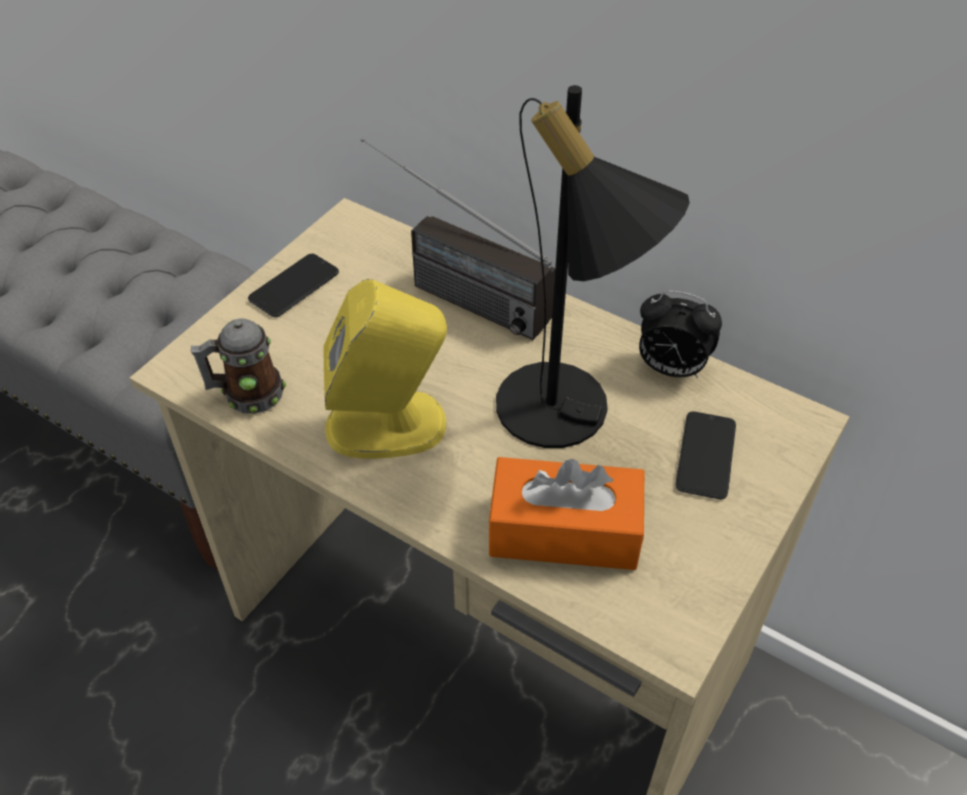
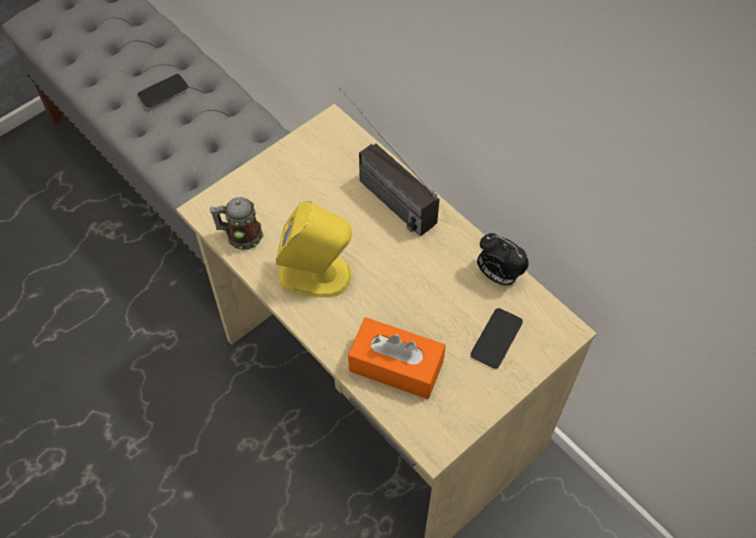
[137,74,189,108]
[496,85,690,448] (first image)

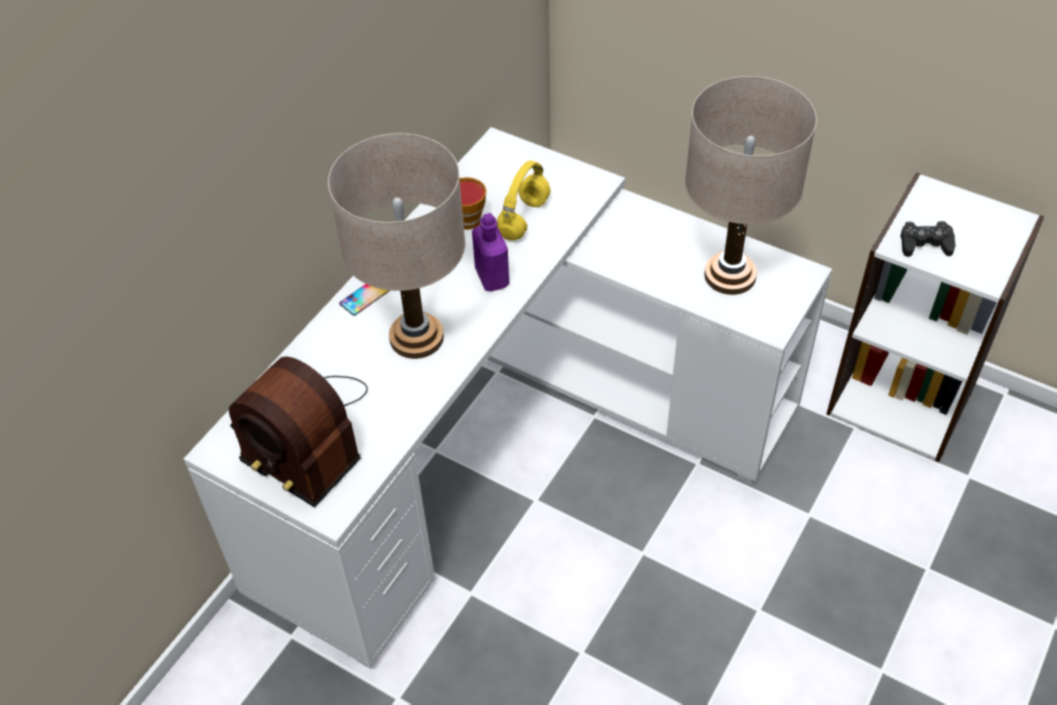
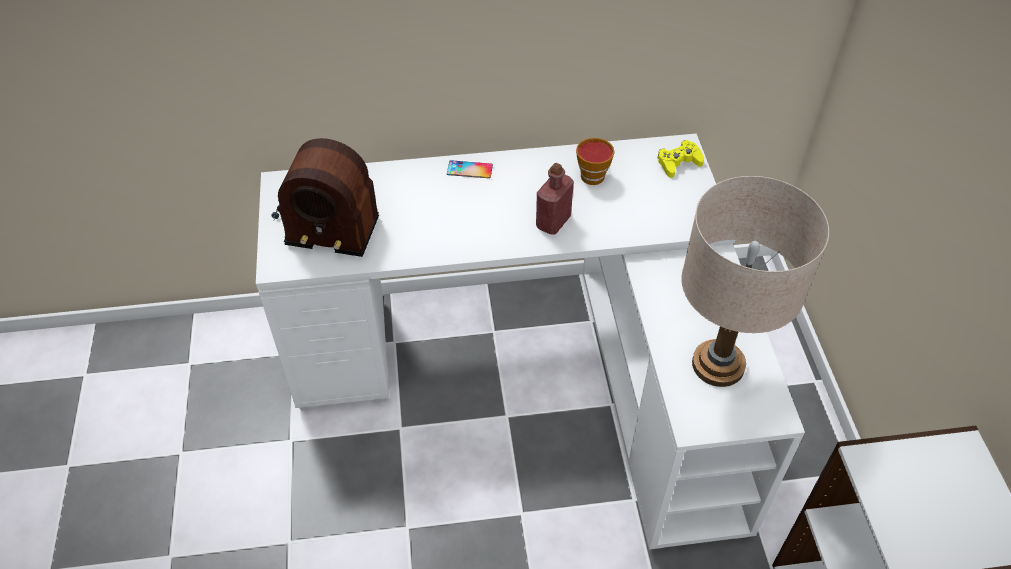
[271,138,379,257]
[536,163,574,234]
[657,140,704,178]
[328,133,465,359] (first image)
[497,160,550,241] (first image)
[901,221,956,257] (first image)

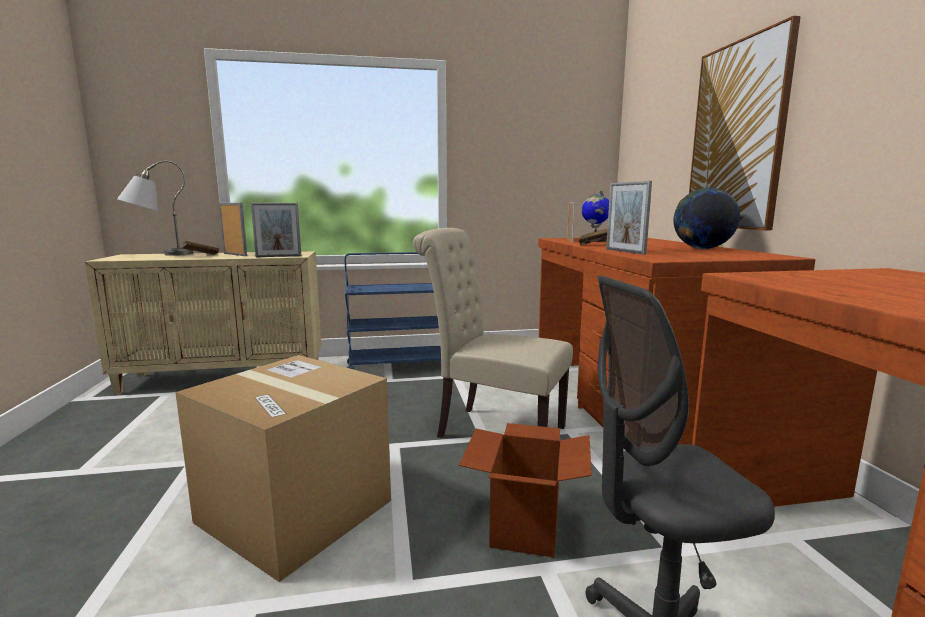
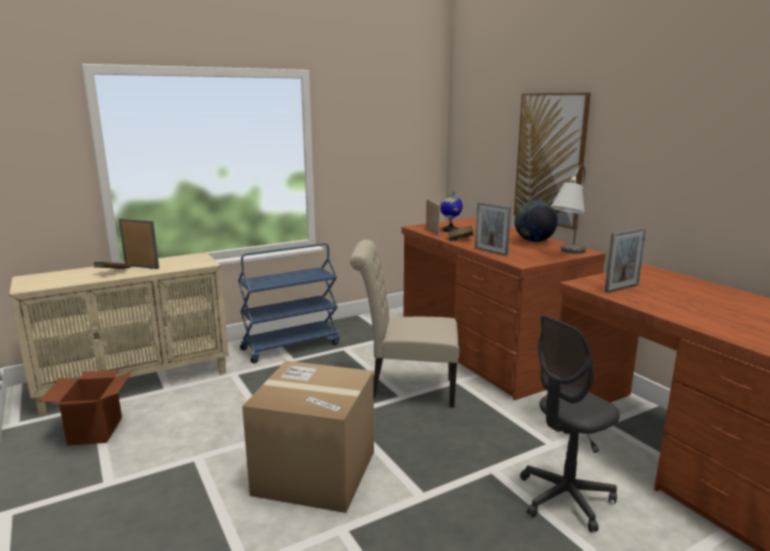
[38,370,132,446]
[551,165,586,254]
[605,227,646,293]

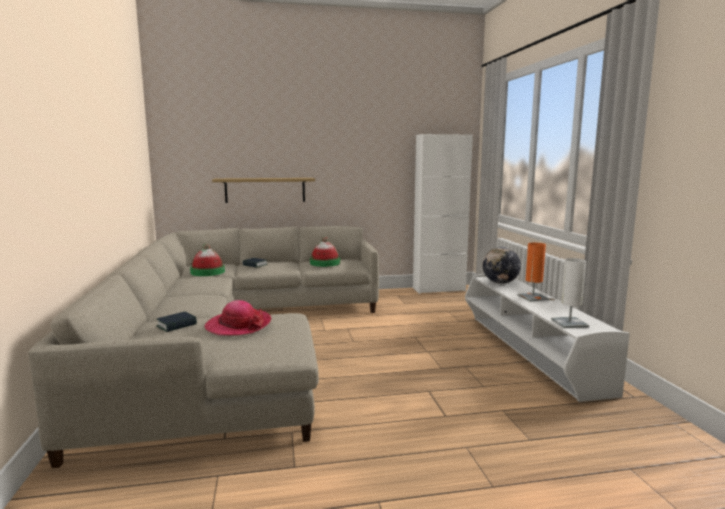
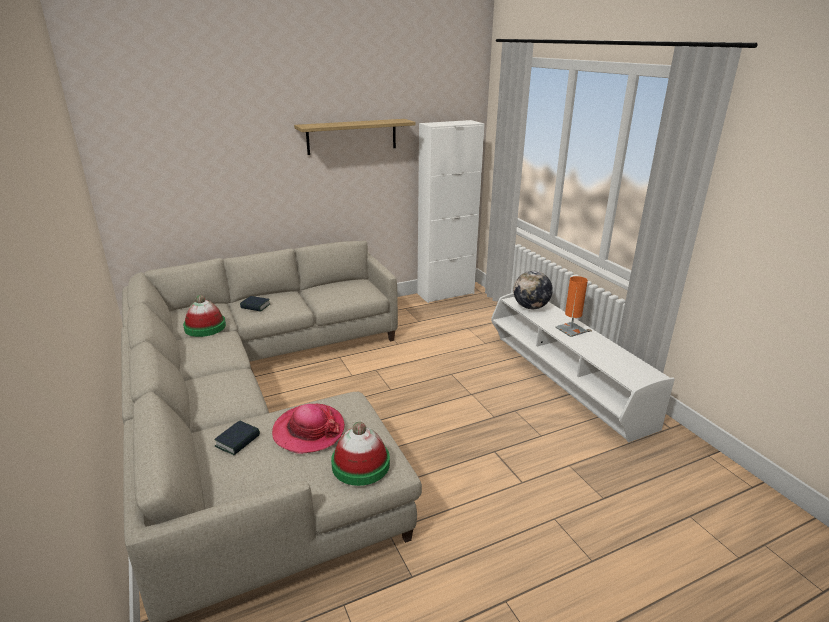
[294,119,416,155]
[331,422,390,486]
[551,258,589,328] (first image)

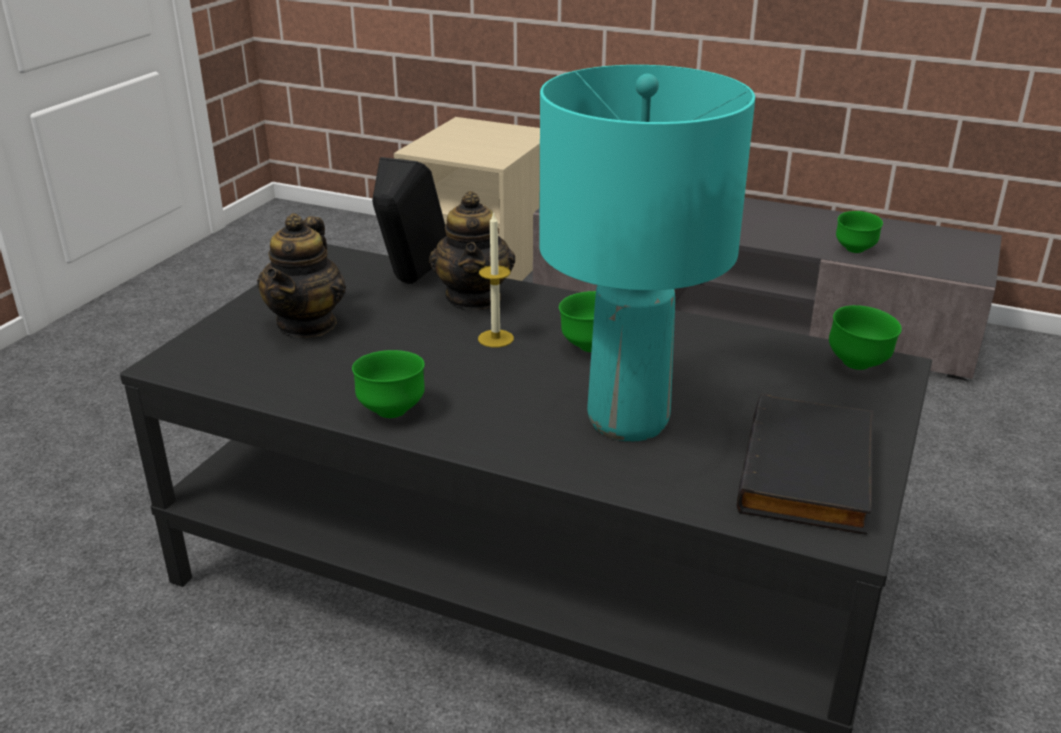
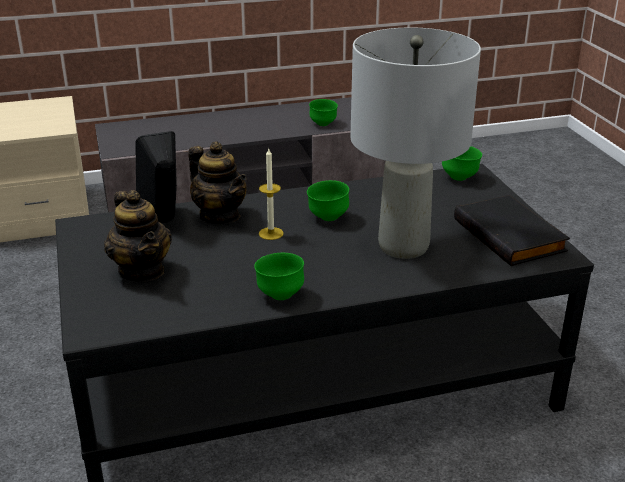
[350,27,481,259]

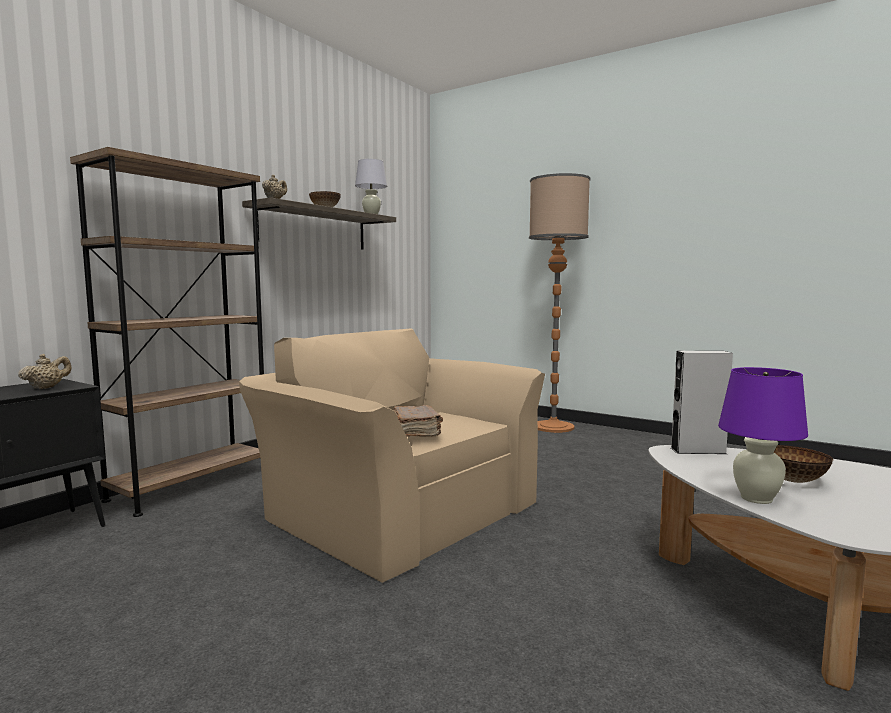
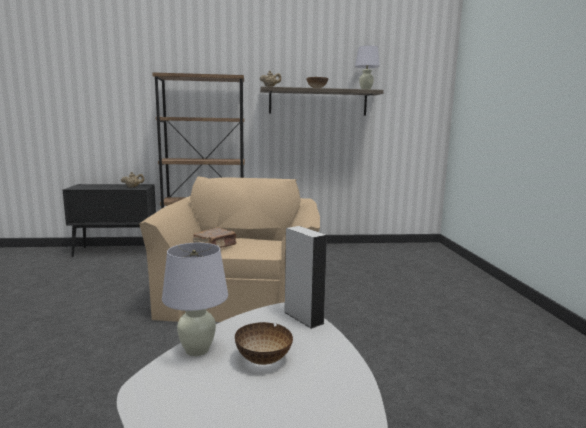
[162,243,228,356]
[529,173,591,433] (first image)

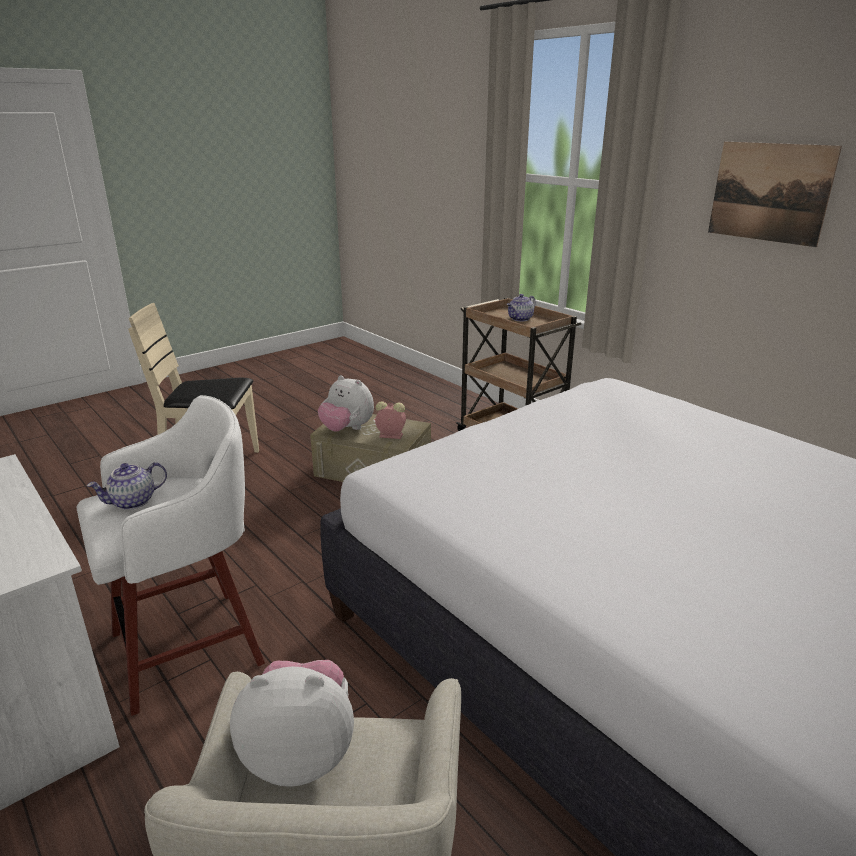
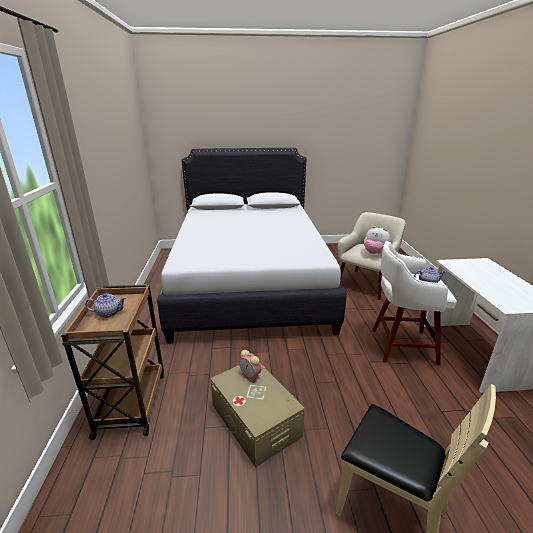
[318,375,374,432] (first image)
[708,142,842,247] (first image)

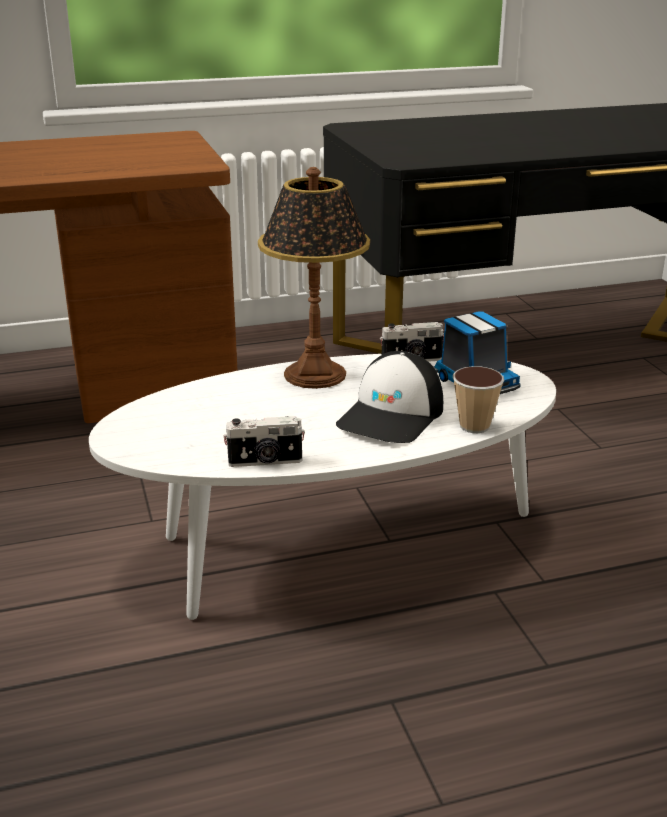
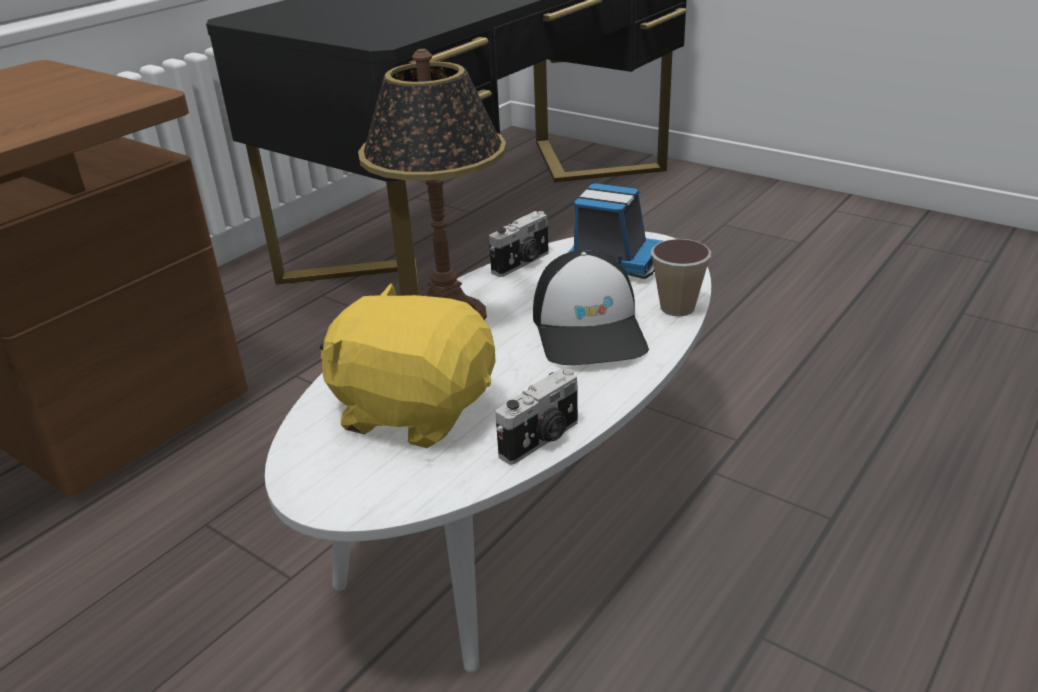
[320,283,496,448]

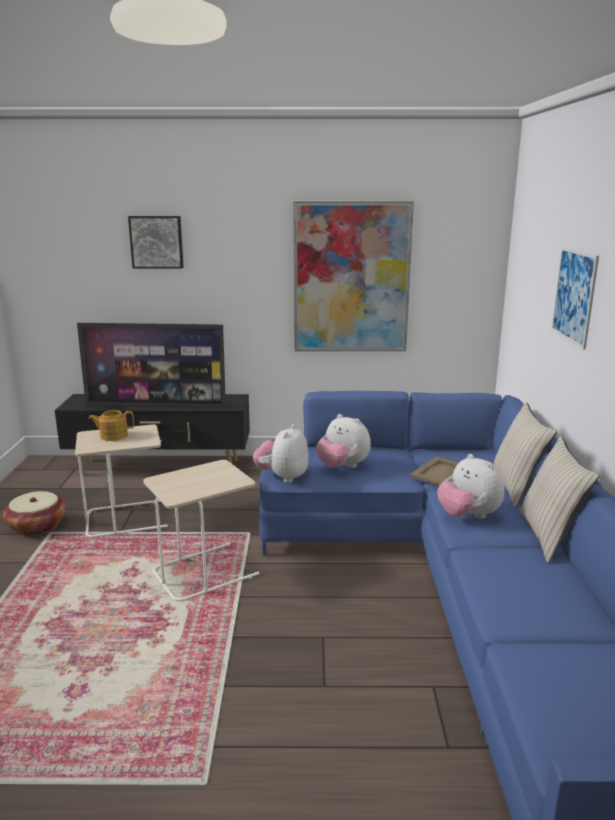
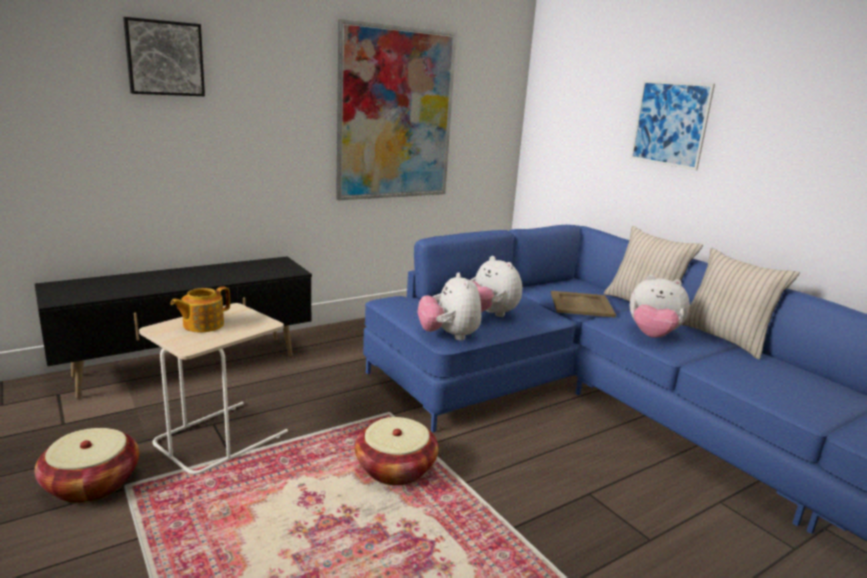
[355,417,439,486]
[470,256,522,317]
[77,323,226,408] (first image)

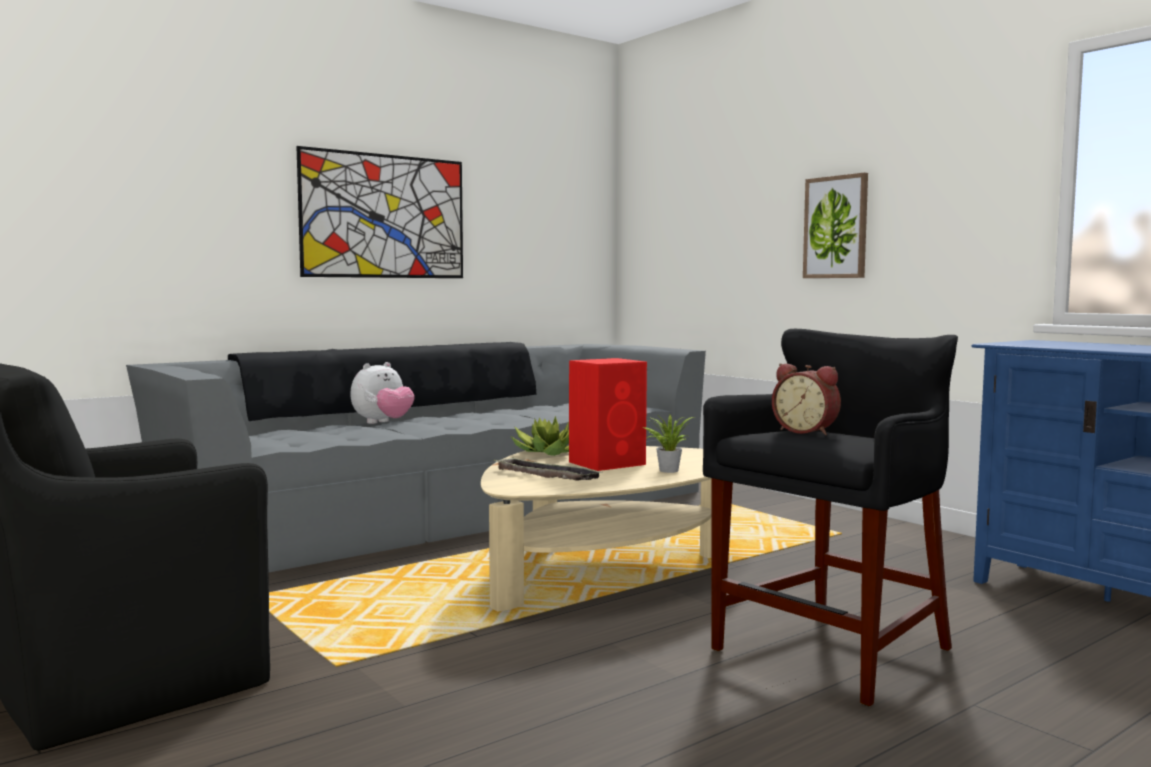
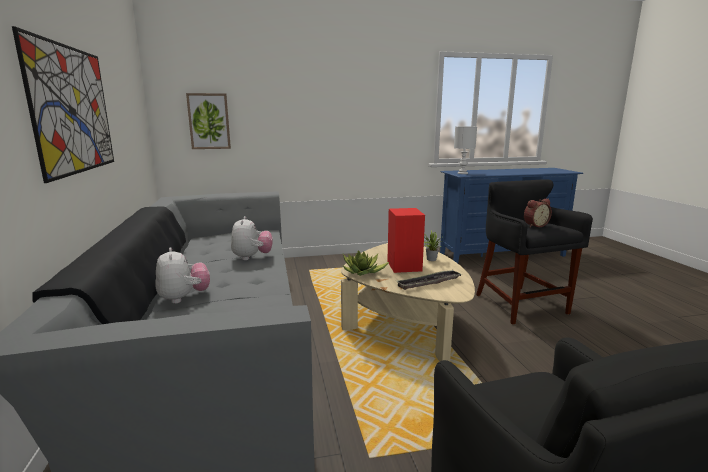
[186,93,231,149]
[231,216,273,260]
[454,126,477,174]

